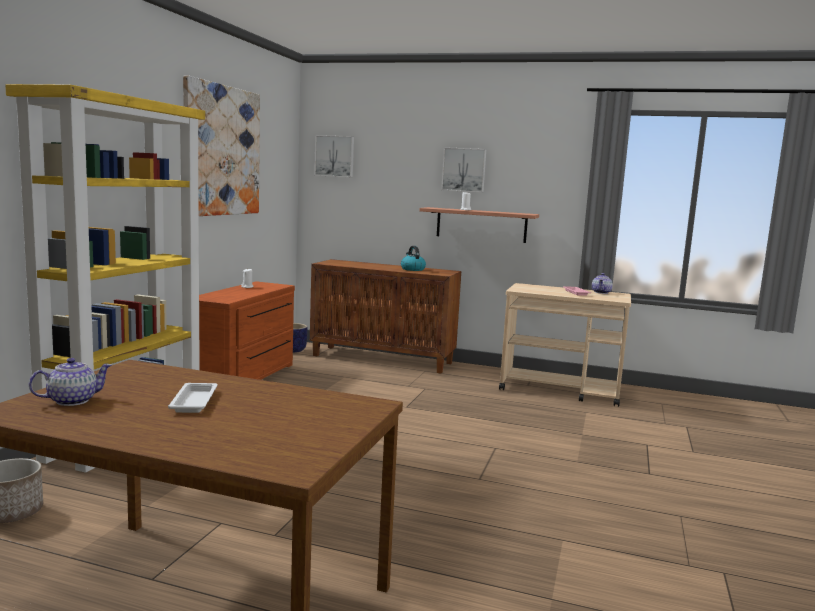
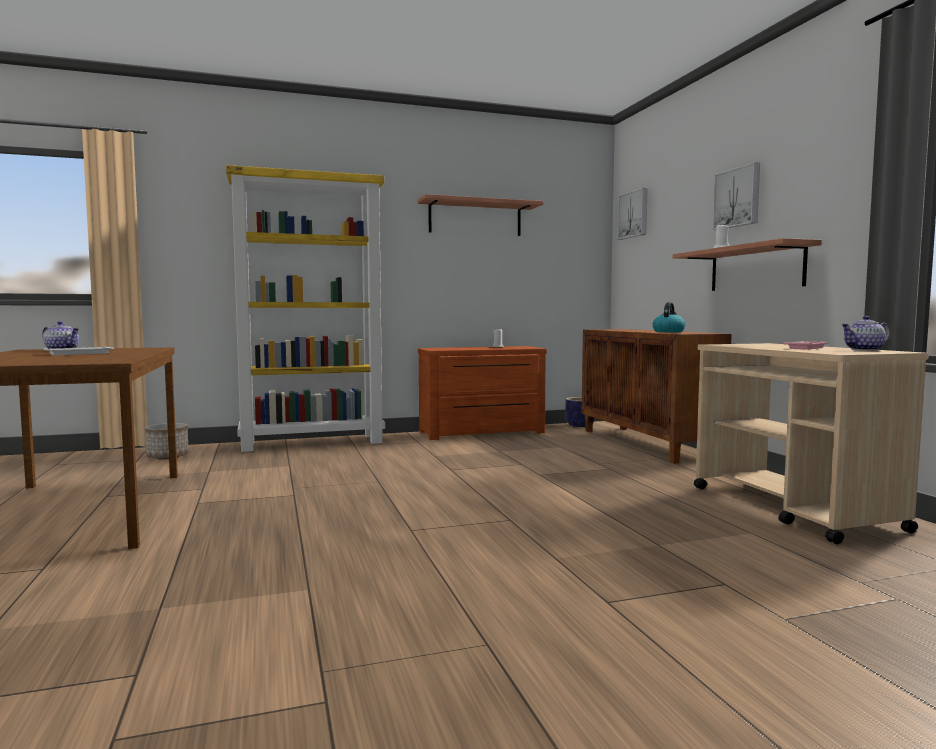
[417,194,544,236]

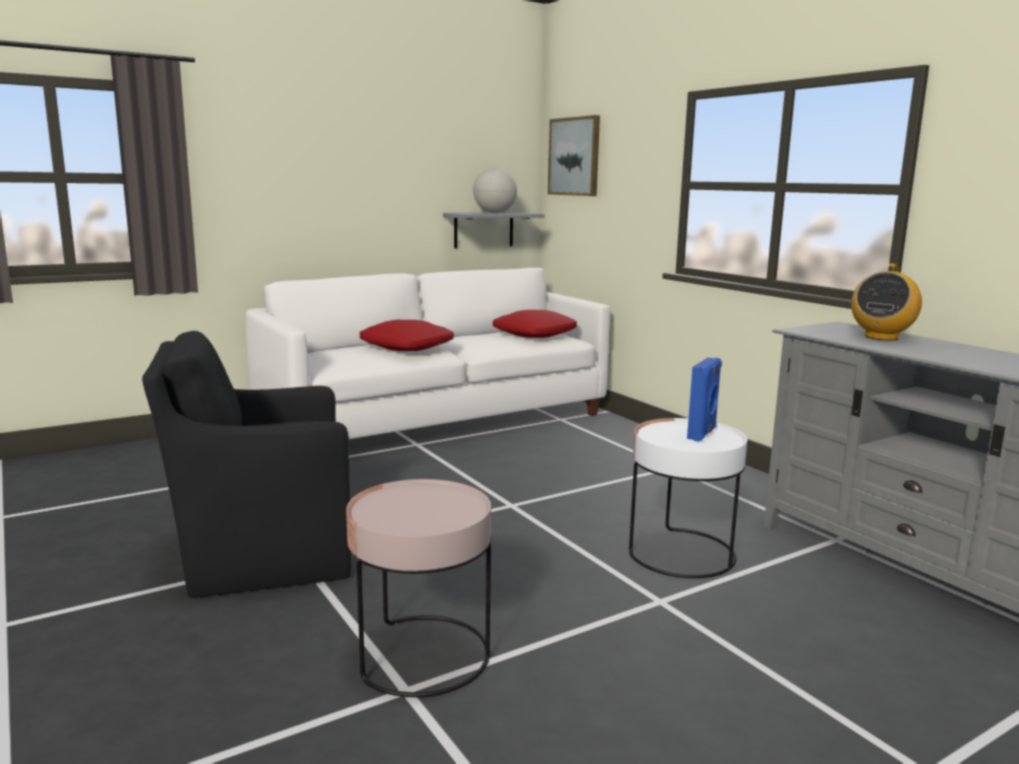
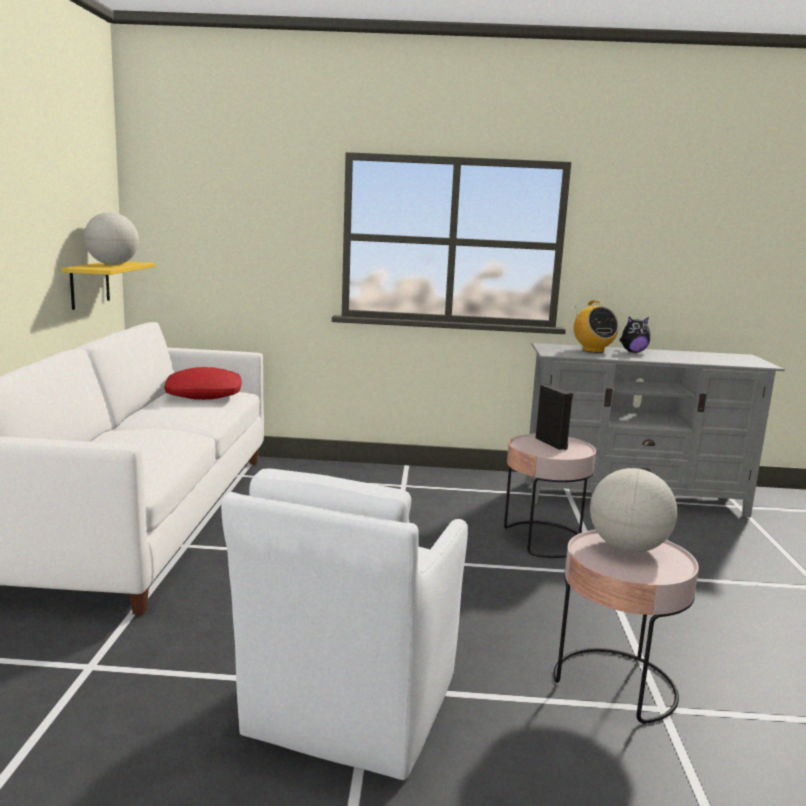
[61,261,155,310]
[221,468,468,780]
[504,434,596,558]
[536,384,573,450]
[590,468,677,552]
[619,317,650,353]
[360,320,454,351] (first image)
[548,115,600,196] (first image)

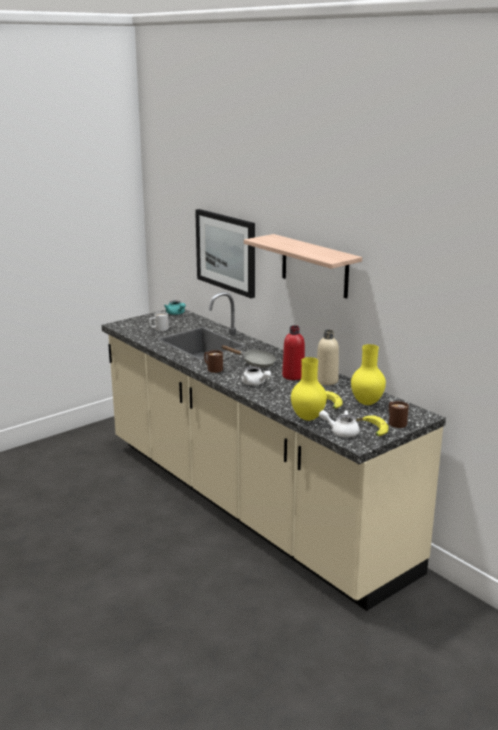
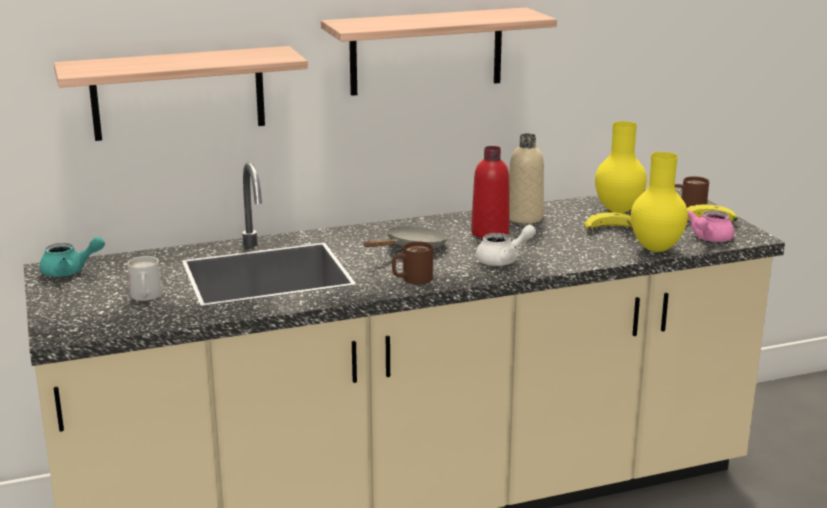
[54,46,308,141]
[688,210,735,242]

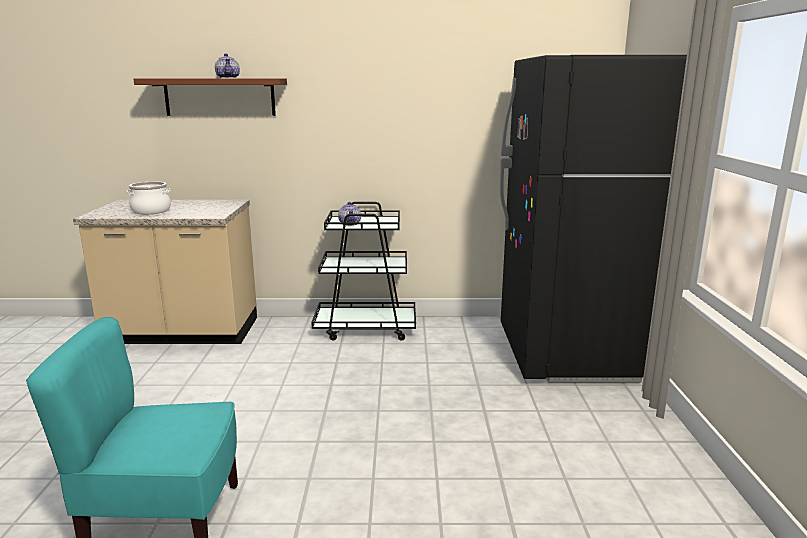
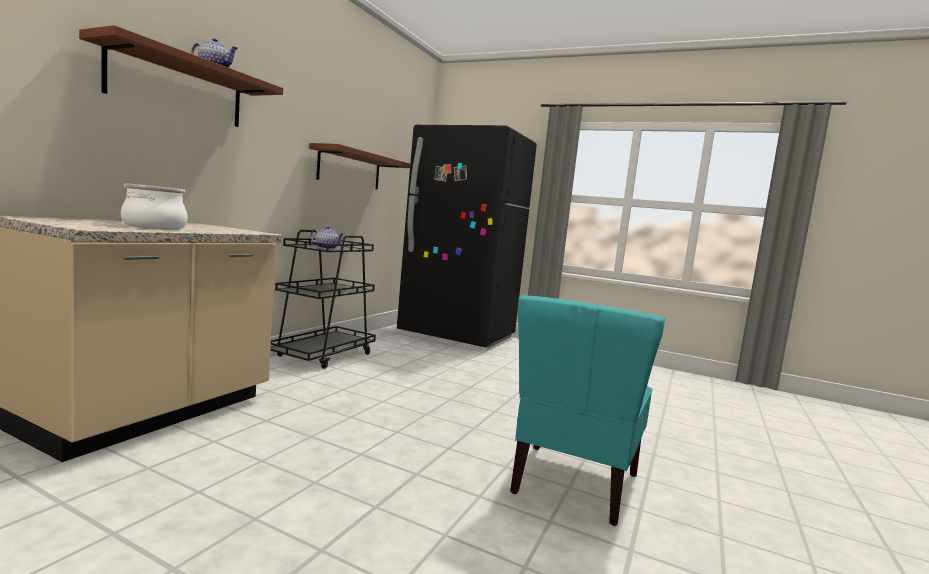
[309,143,410,190]

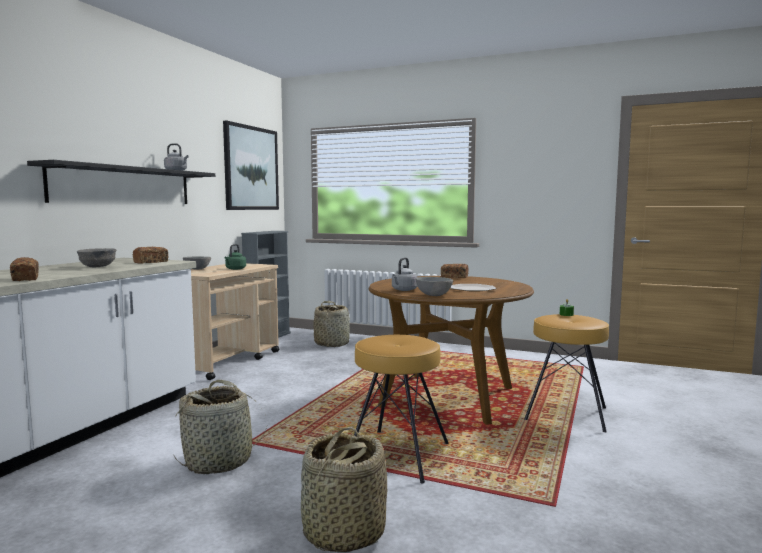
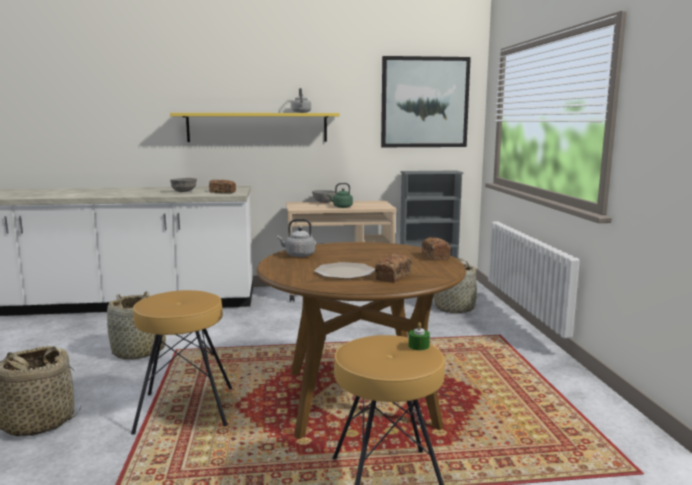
[170,113,340,142]
[375,253,412,283]
[416,277,453,296] (first image)

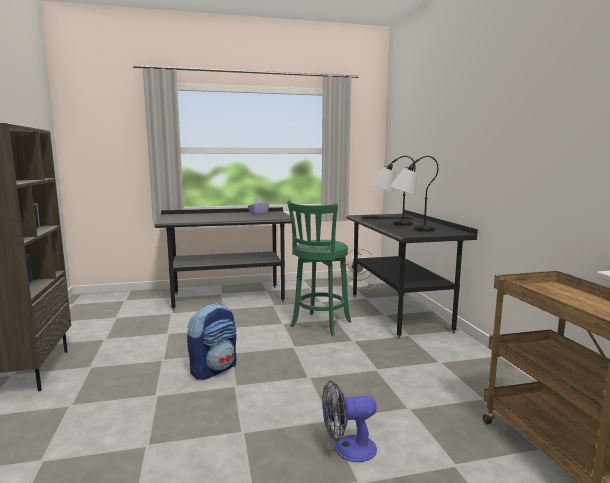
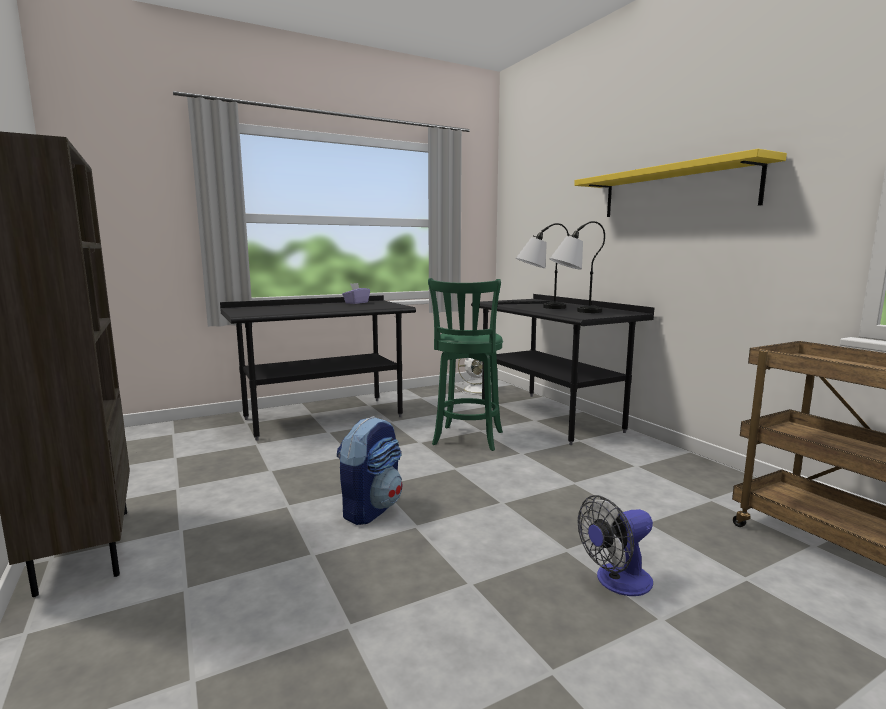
[574,149,787,217]

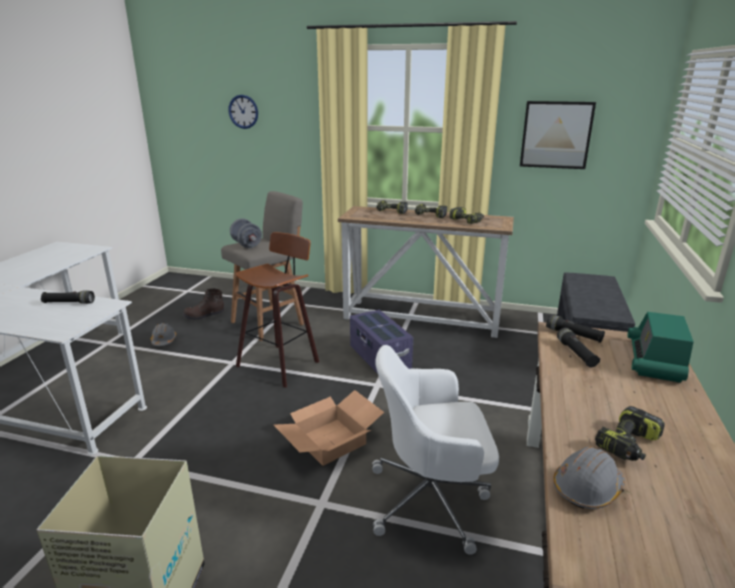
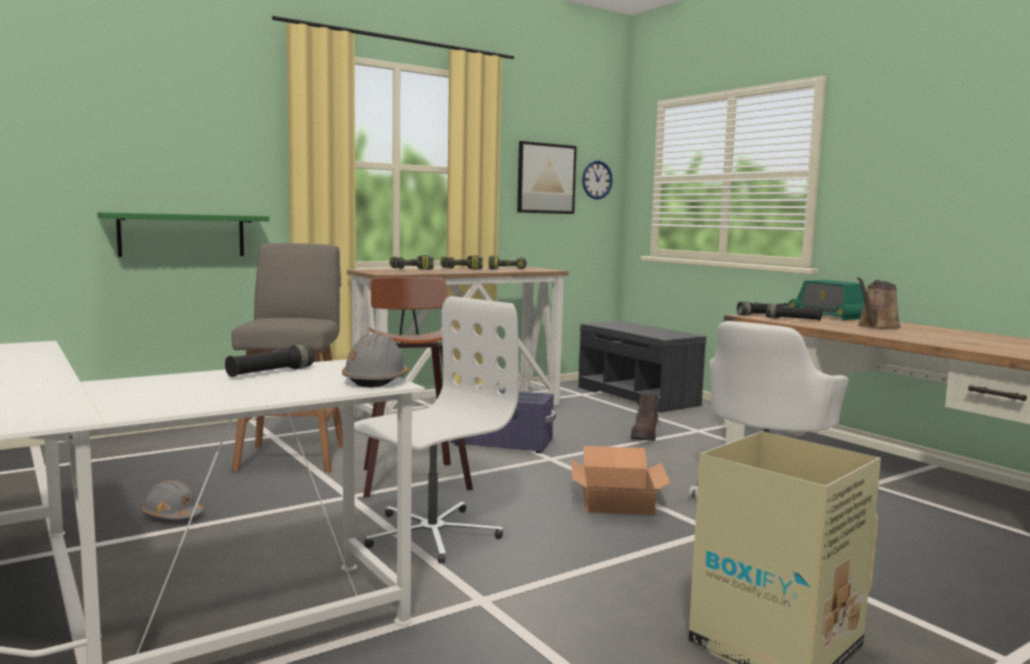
[97,212,269,257]
[342,332,408,388]
[354,296,519,564]
[582,161,613,200]
[630,393,660,441]
[857,277,901,329]
[230,218,262,248] (first image)
[595,406,665,461] (first image)

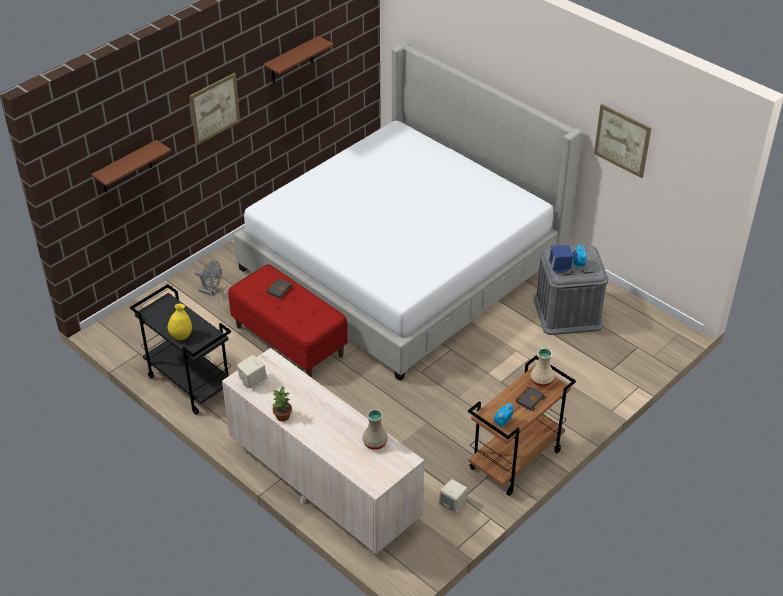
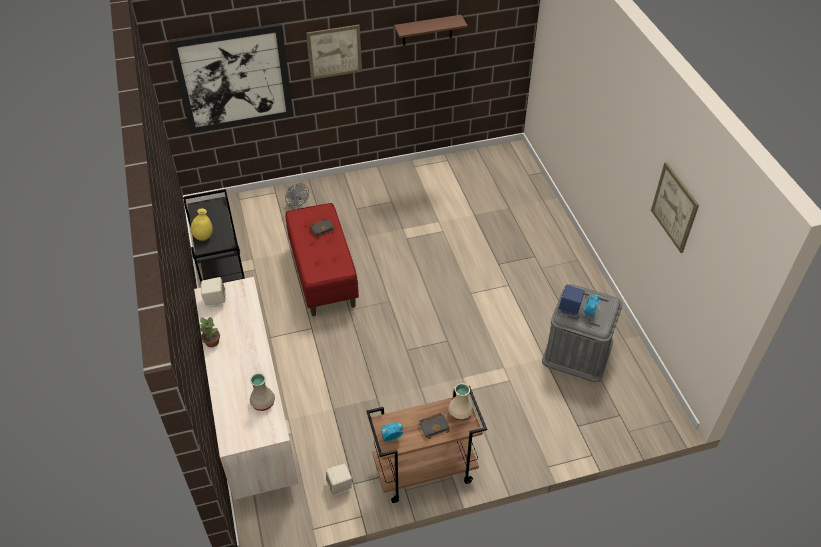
[168,23,293,134]
[234,42,583,381] (first image)

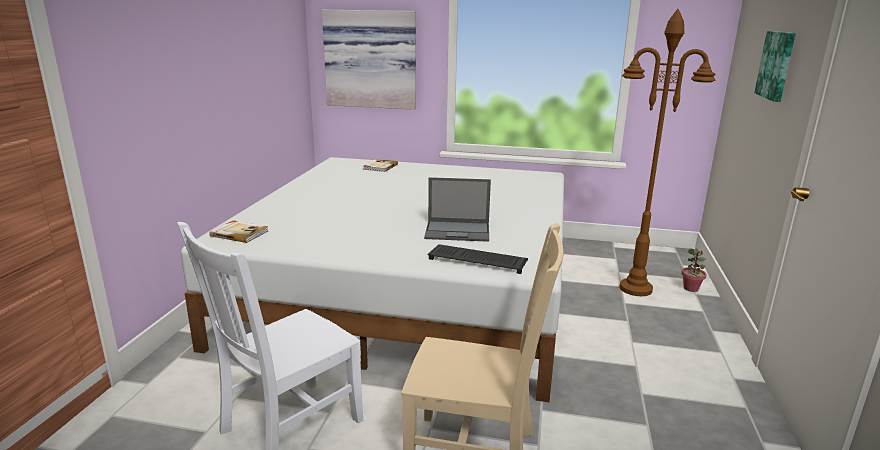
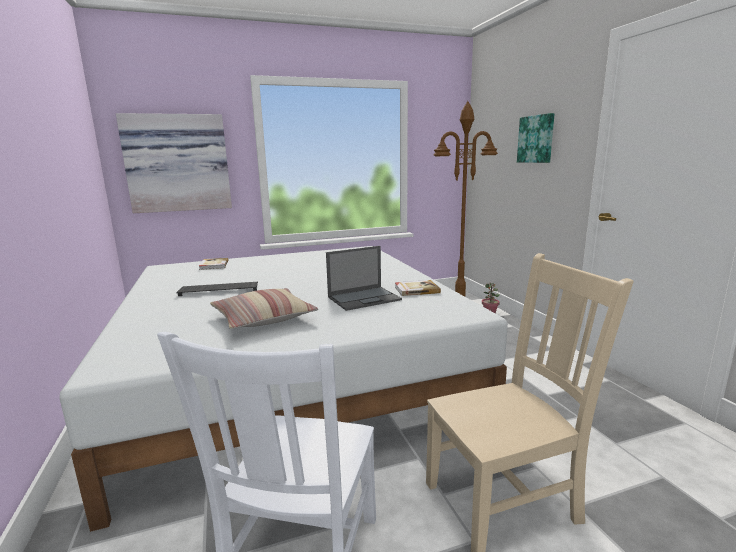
[176,282,258,296]
[210,288,318,329]
[395,280,441,296]

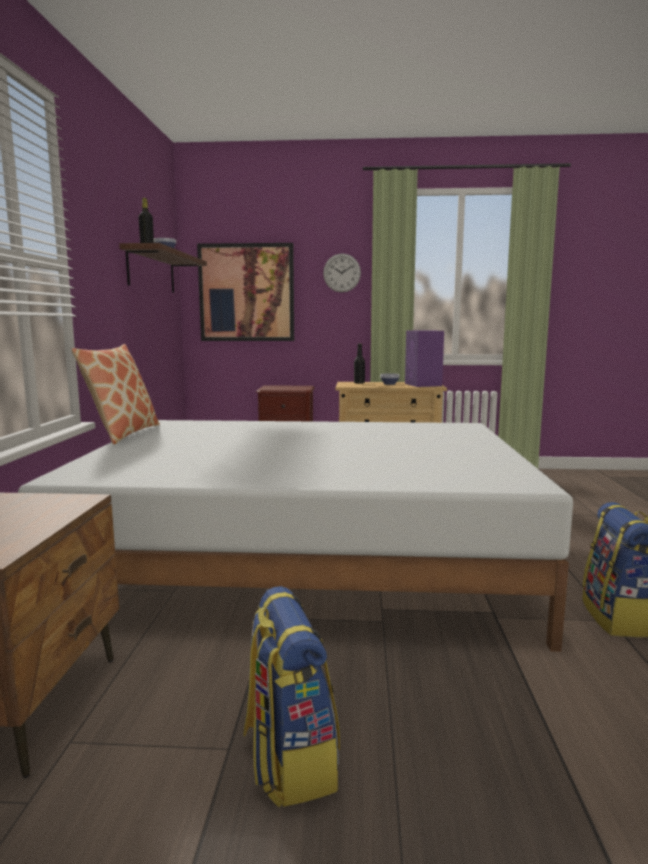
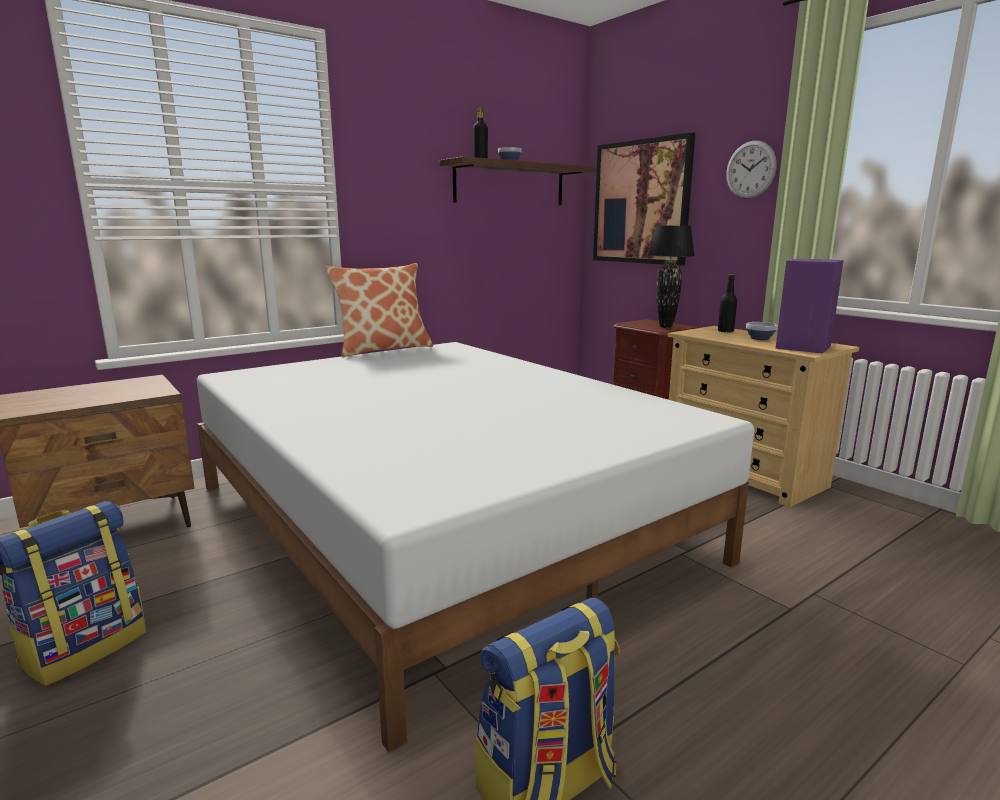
[648,226,695,328]

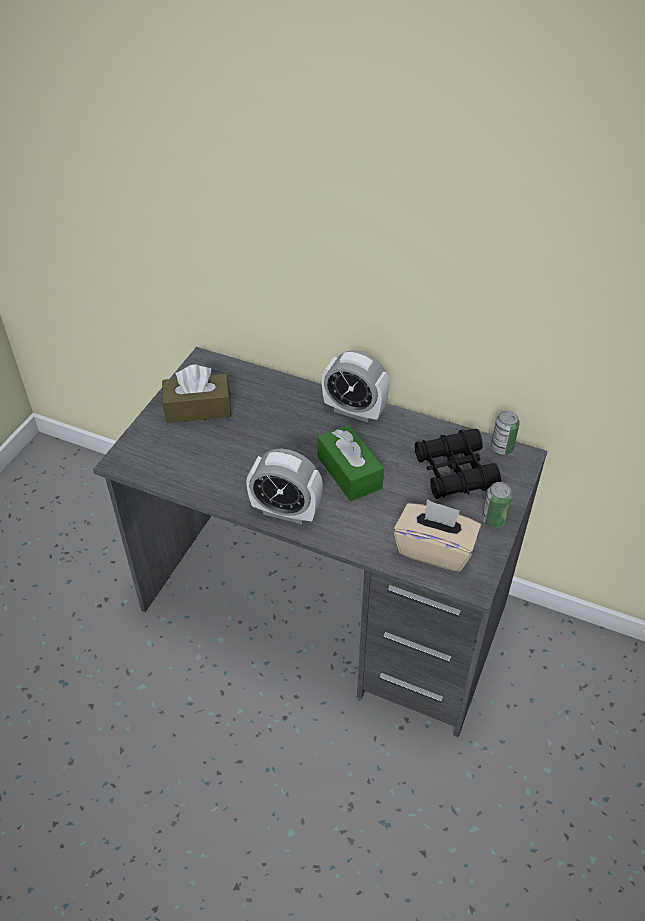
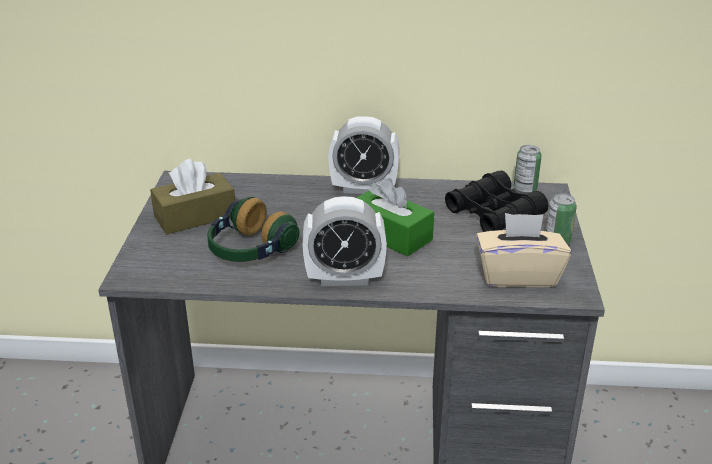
[207,197,300,262]

